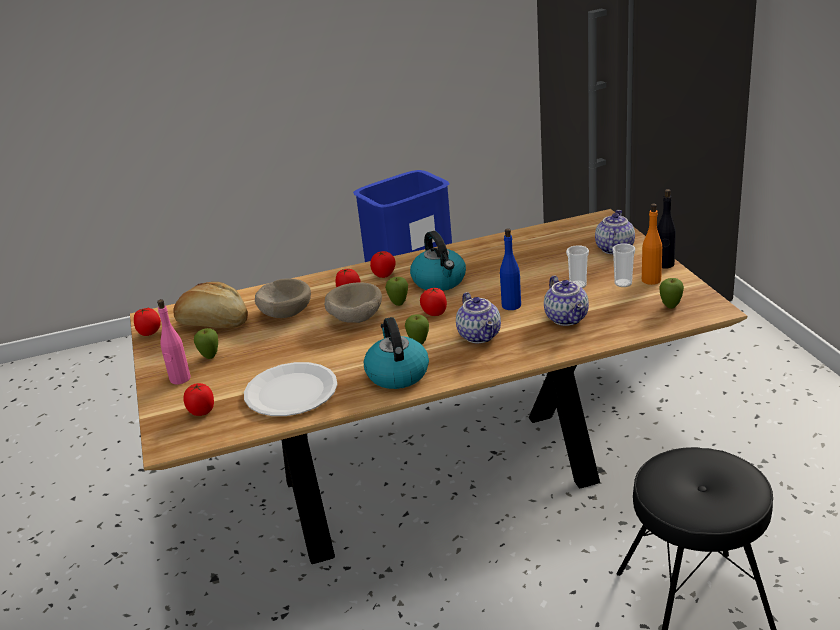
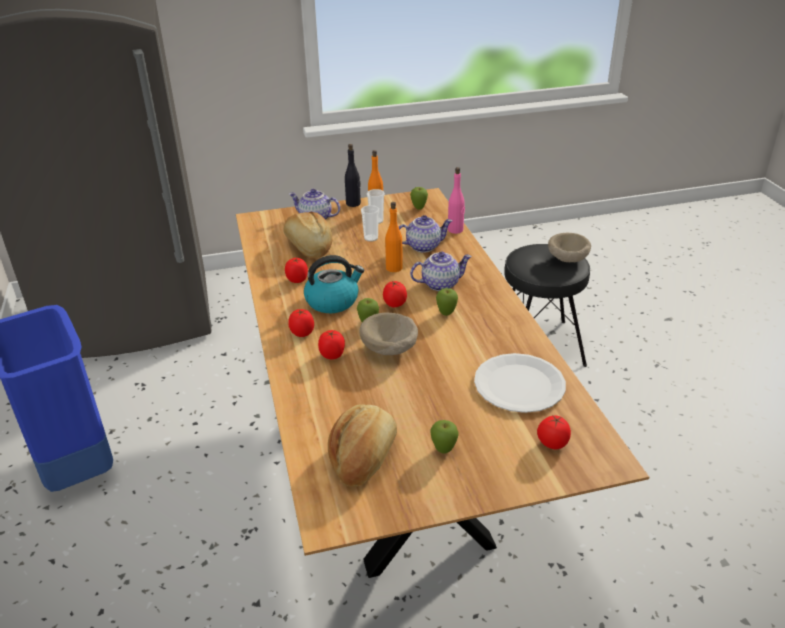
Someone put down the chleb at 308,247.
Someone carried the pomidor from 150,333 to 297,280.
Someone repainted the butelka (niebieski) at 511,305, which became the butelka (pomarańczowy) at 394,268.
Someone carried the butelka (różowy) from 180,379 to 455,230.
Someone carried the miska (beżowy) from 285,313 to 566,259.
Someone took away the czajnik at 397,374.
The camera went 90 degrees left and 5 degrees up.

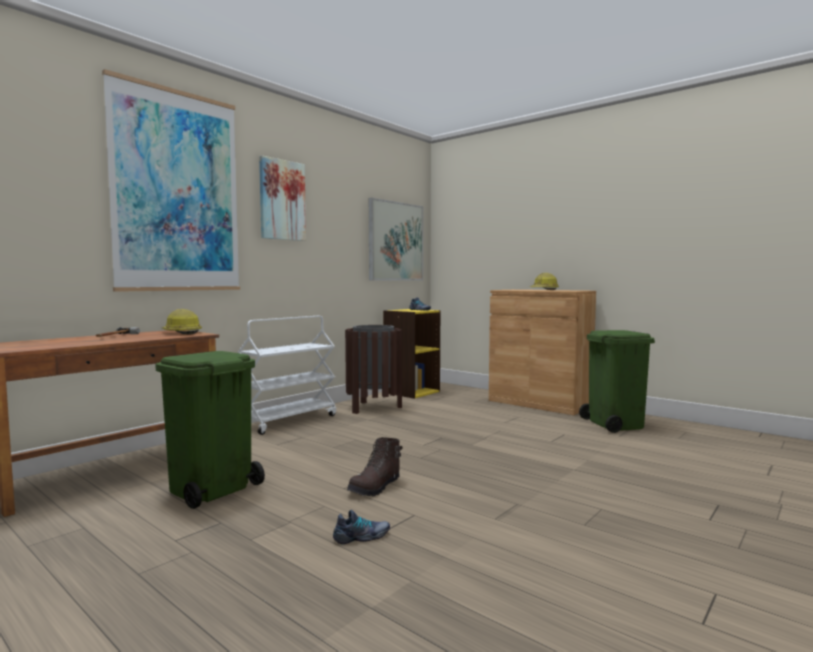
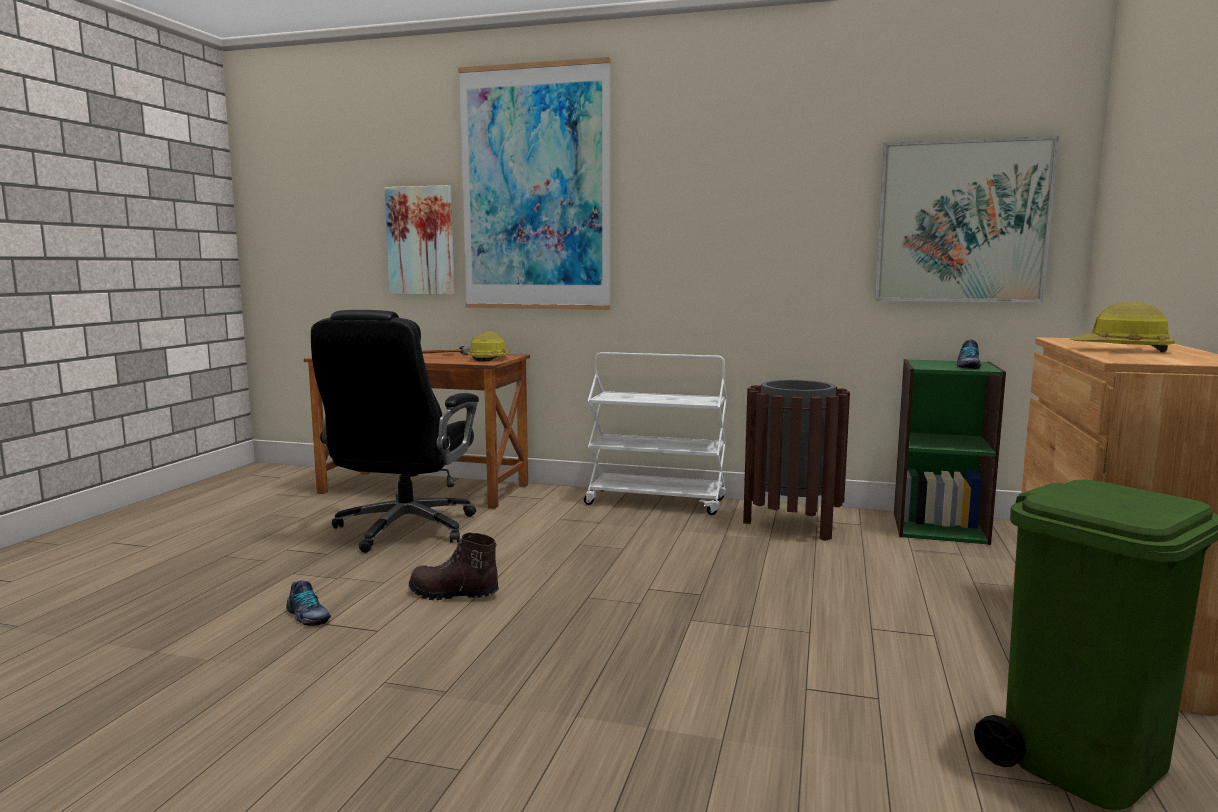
Someone swapped the kosz na śmieci (zielony) at 210,489 for the krzesło biurowe (czarny) at 404,529.
Someone carried the obraz from 282,200 to 421,241.
Someone repainted the regał (żółty) at 411,392, which became the regał (zielony) at 939,527.
The camera went 65 degrees right and 5 degrees up.

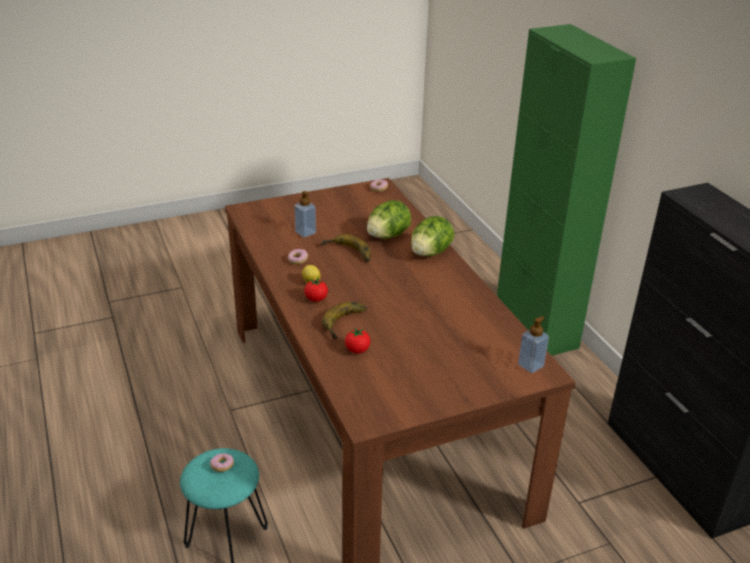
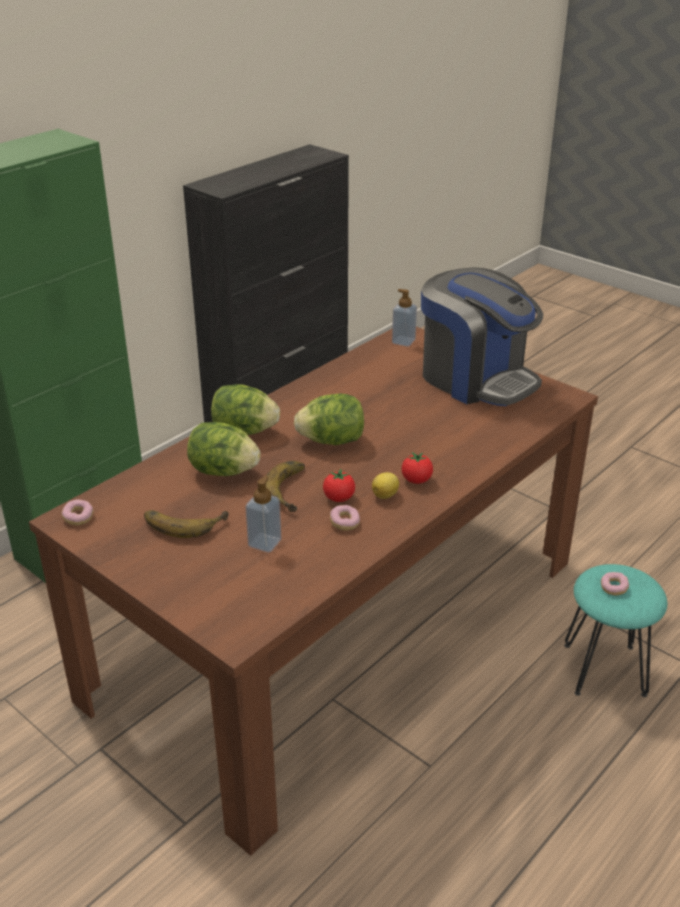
Someone carried the banan from 347,323 to 184,521.
Someone put down the sałata at 332,441.
Someone carried the pomidor from 357,350 to 339,498.
Someone put down the ekspres do kawy at 476,379.
The camera went 115 degrees left and 0 degrees up.

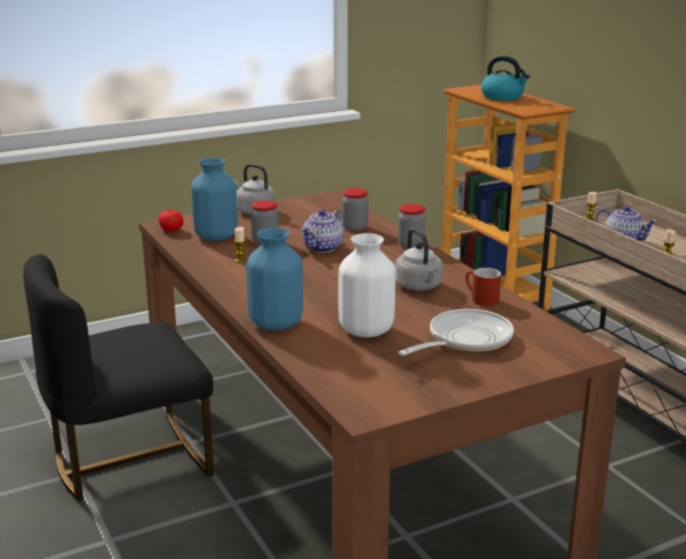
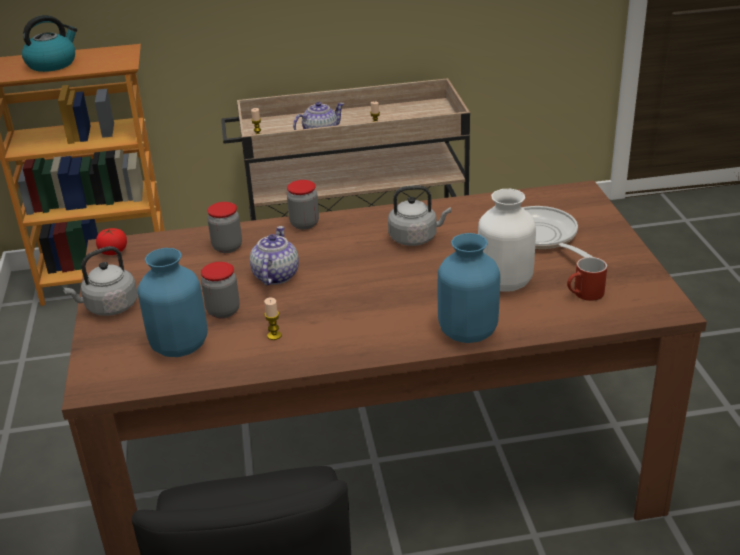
Someone carried the pomidor from 171,230 to 113,252.
Someone rotated the imbryk at 323,248 by 135 degrees counterclockwise.
Someone carried the kubek (czerwony) from 480,299 to 584,295.
The camera went 70 degrees left and 10 degrees up.

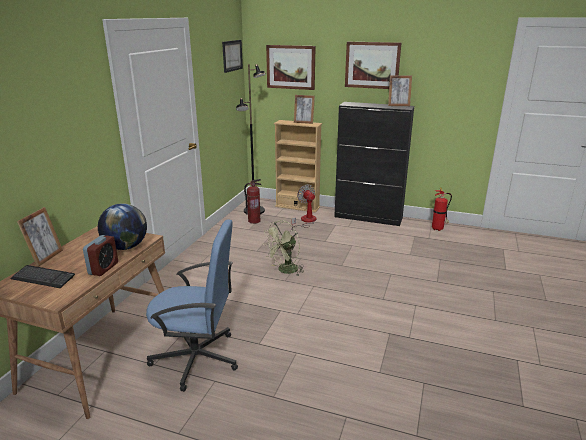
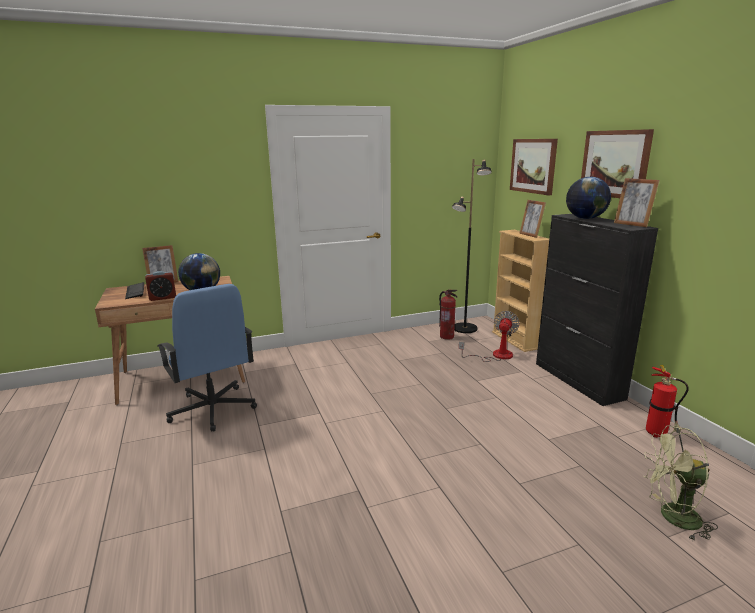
Someone put down the globus at 585,218.
Someone carried the wentylator (zielony) from 285,271 to 672,517.
Someone took away the obraz at 232,55.
The camera went 50 degrees right and 5 degrees down.

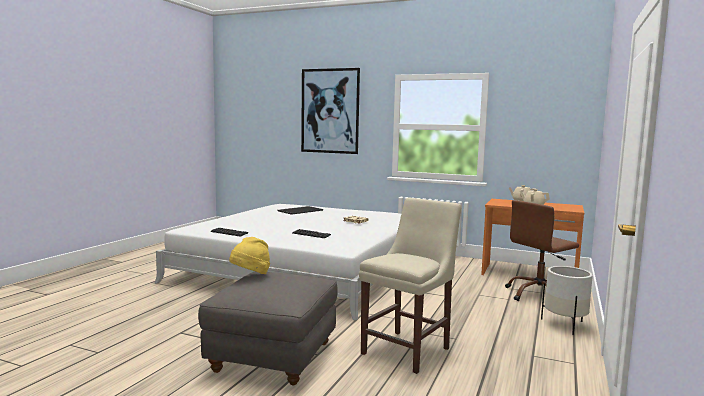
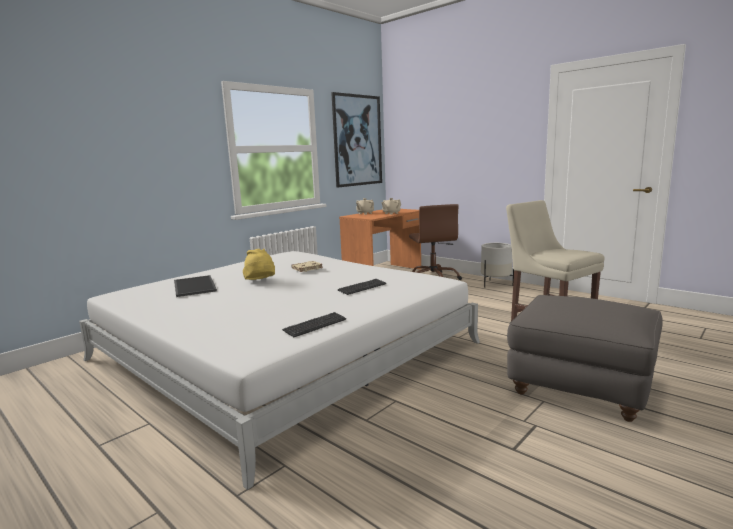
Someone carried the kapelusz (żółty) from 250,275 to 260,282.
Someone carried the obraz from 330,111 to 357,140.
The camera went 70 degrees left and 5 degrees up.

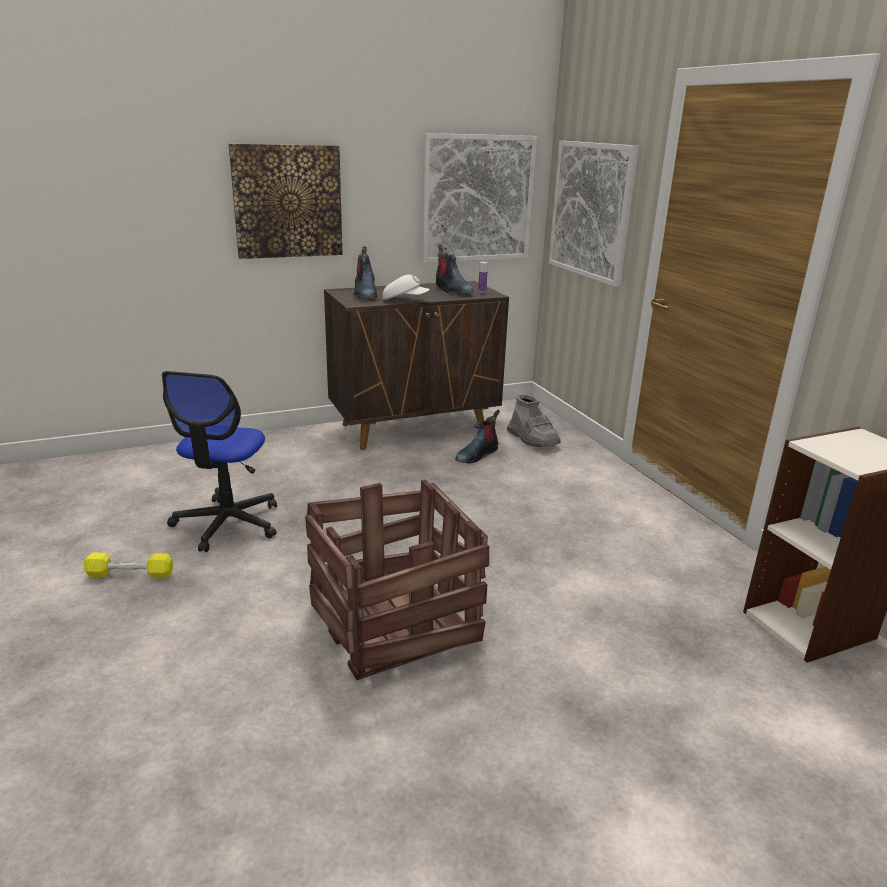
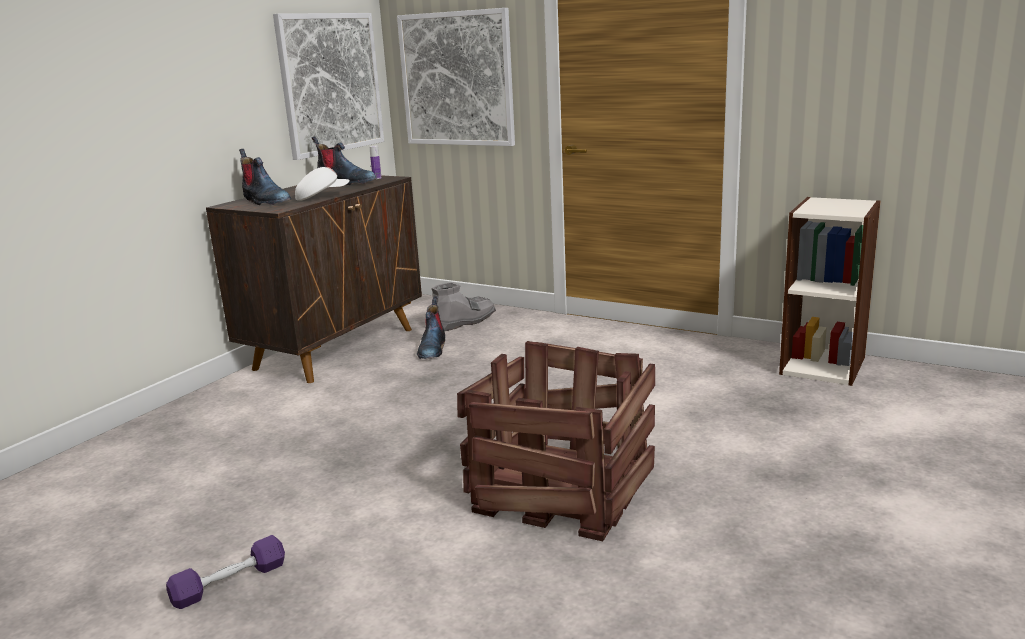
Someone repainted the hantel (żółty) at 130,574, which became the hantel (fioletowy) at 230,583.
Someone rotated the but z cholewką (szary) at 533,439 by 60 degrees counterclockwise.
Someone took away the krzesło biurowe at 227,524.
Someone took away the obraz at 287,201.
The camera went 35 degrees left and 5 degrees down.

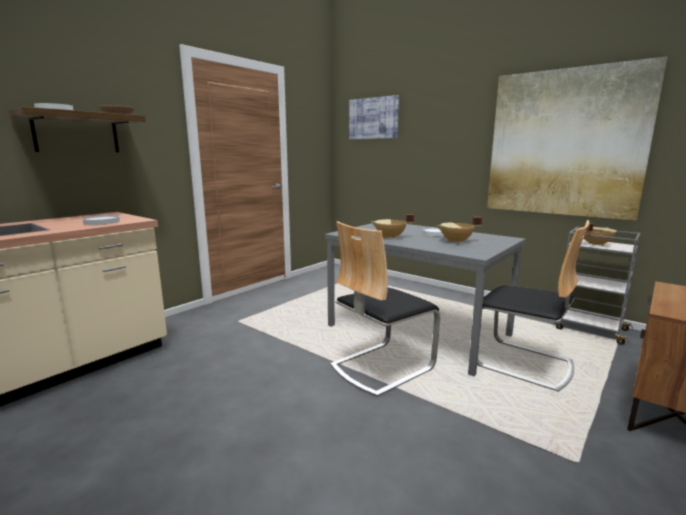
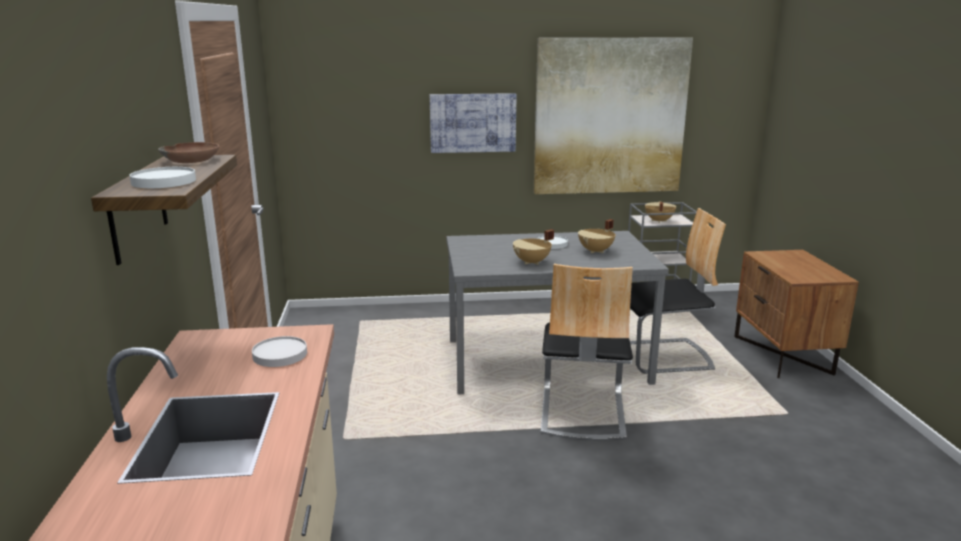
Someone carried the obraz from 373,118 to 473,123.
The camera went 45 degrees left and 5 degrees up.

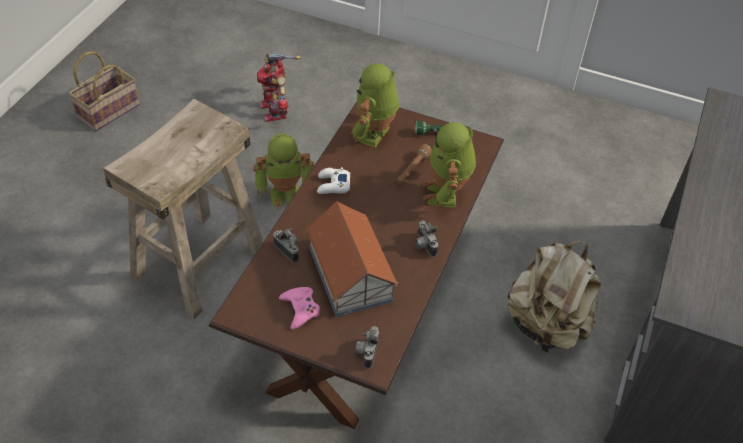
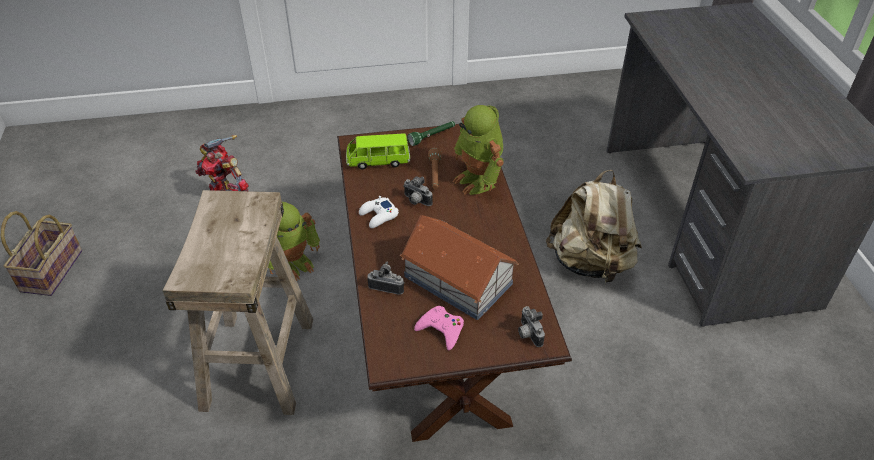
Someone swapped the robot zabawkowy at 374,135 for the samochodzik (zielony) at 378,161.
Someone carried the aparat fotograficzny from 423,245 to 416,201.
The camera went 30 degrees left and 5 degrees down.

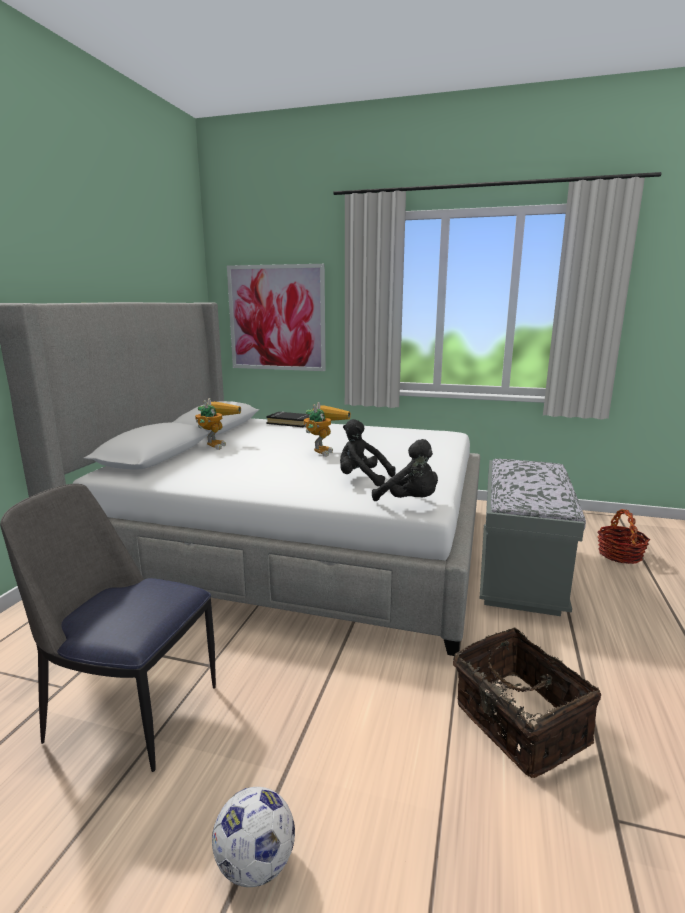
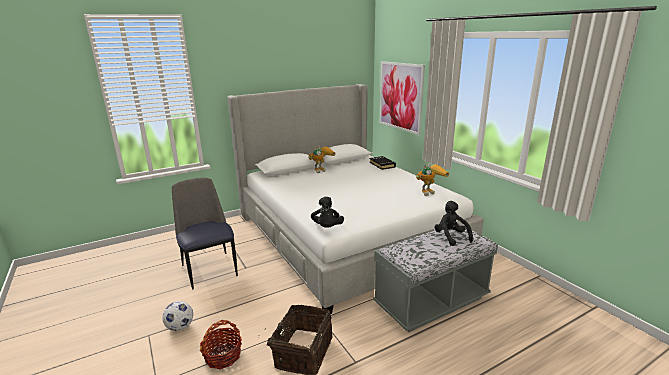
Someone carried the koszyk from 619,555 to 223,356.
Someone carried the robot zabawkowy from 322,451 to 430,191.
Someone carried the pluszak (czarny) from 362,479 to 451,237.
The camera went 45 degrees right and 5 degrees up.

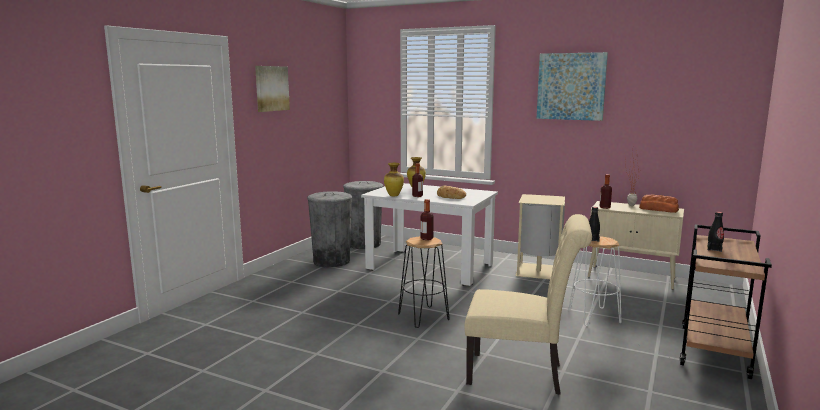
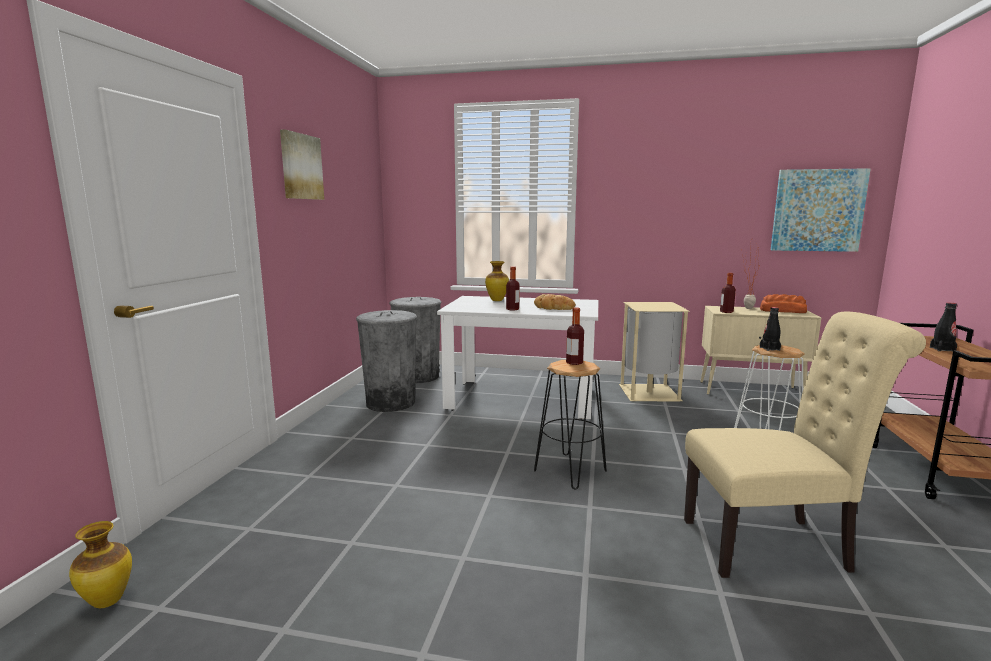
Someone carried the wazon from 393,195 to 106,602.
Someone carried the obraz from 571,86 to 817,210.
The camera went 15 degrees left and 0 degrees up.

